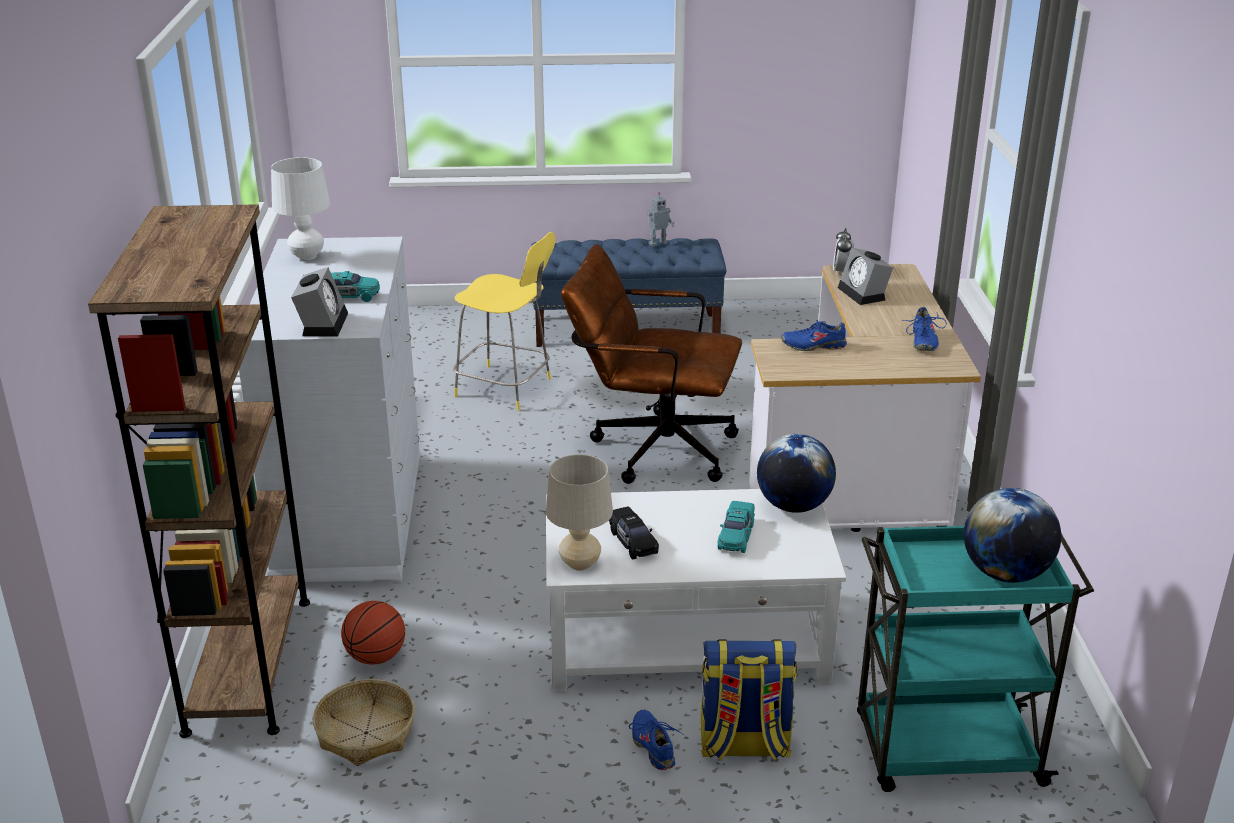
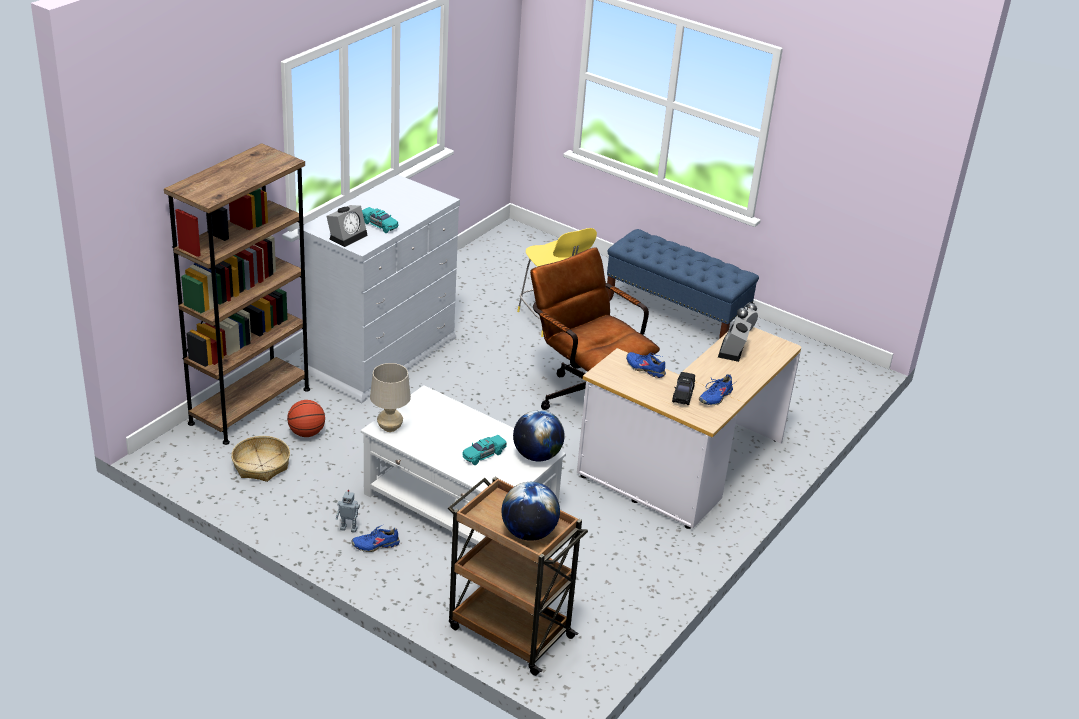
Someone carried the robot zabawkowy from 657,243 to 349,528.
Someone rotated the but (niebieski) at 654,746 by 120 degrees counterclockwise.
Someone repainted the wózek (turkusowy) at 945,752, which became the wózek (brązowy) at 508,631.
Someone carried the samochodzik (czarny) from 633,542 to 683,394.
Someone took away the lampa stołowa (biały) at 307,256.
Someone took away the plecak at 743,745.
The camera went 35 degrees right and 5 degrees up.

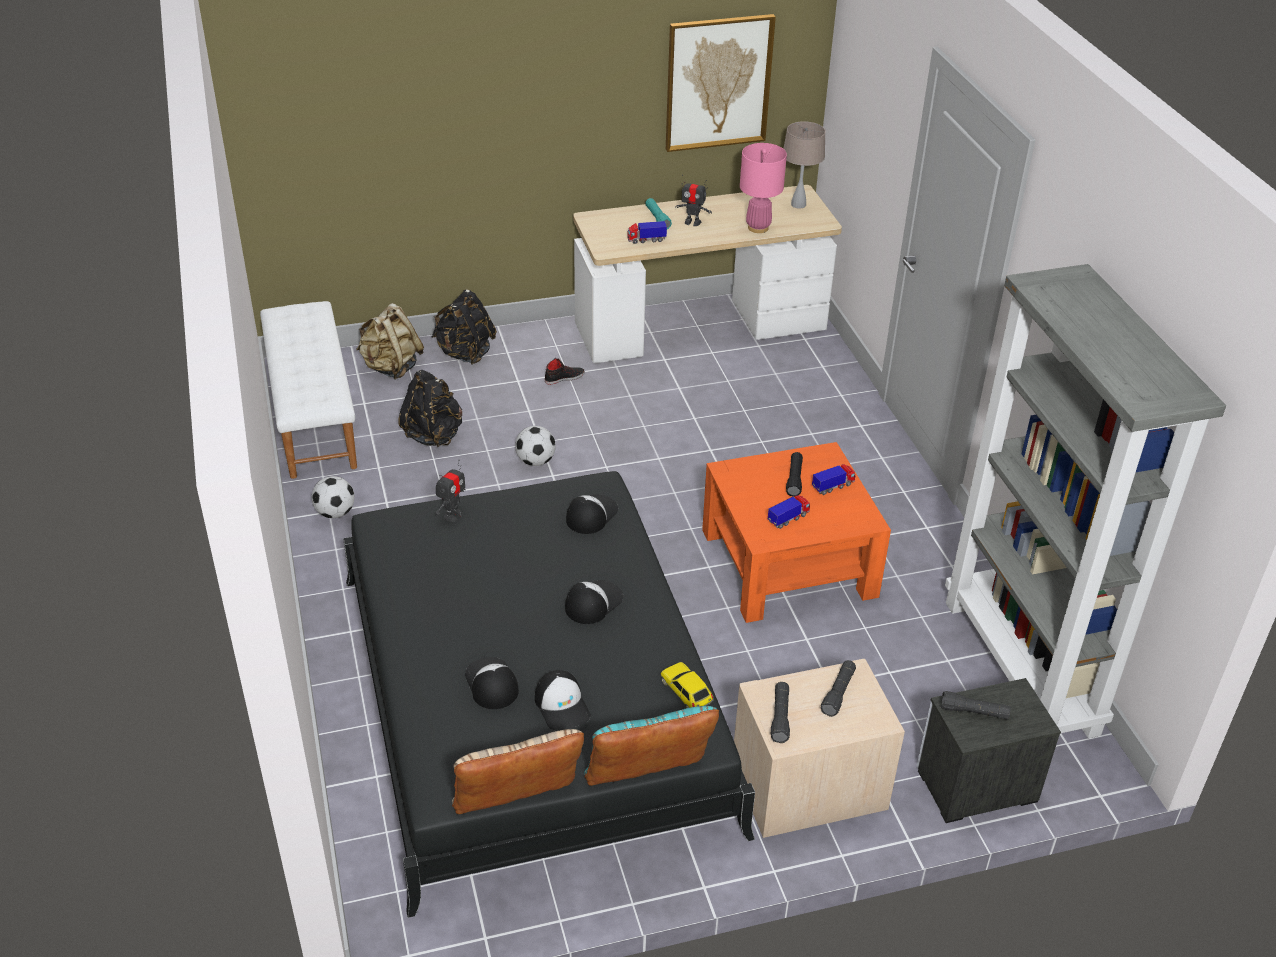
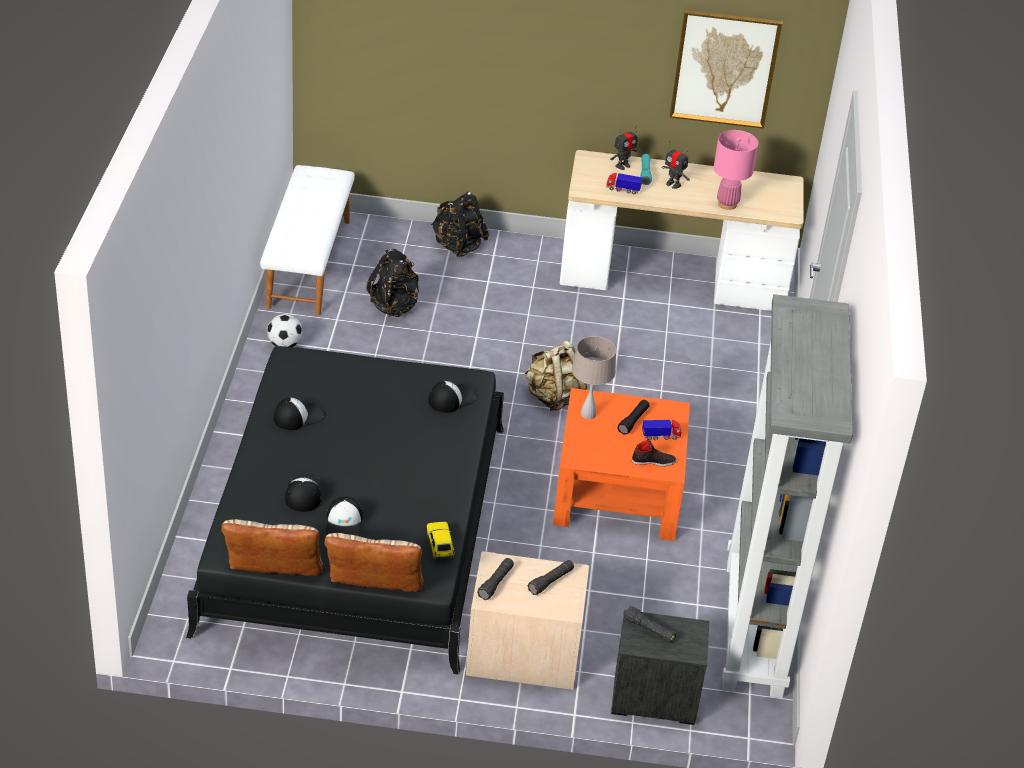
Someone carried the czapka z daszkiem from 593,602 to 298,416.
Someone repainted the poduszka (turkusowy) at 648,783, which became the poduszka (beżowy) at 373,594.
Someone carried the plecak (beżowy) from 391,367 to 553,397.
Someone carried the lampa stołowa (beżowy) from 798,204 to 587,414.
Someone carried the robot zabawkowy from 452,514 to 623,165.
Someone carried the but (czarny) from 564,377 to 653,461.
Someone took away the piłka futbolowa at 536,461.
Someone took away the ciężarówka zabawkowa at 788,519.
The camera went 20 degrees right and 0 degrees up.

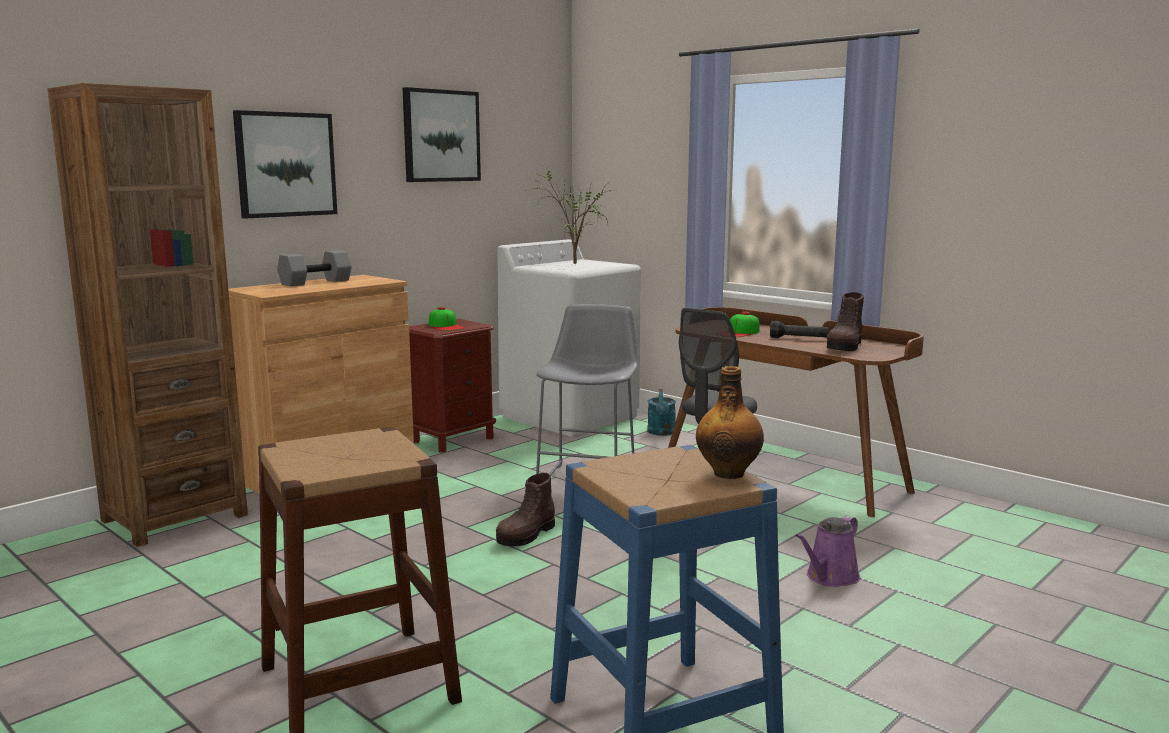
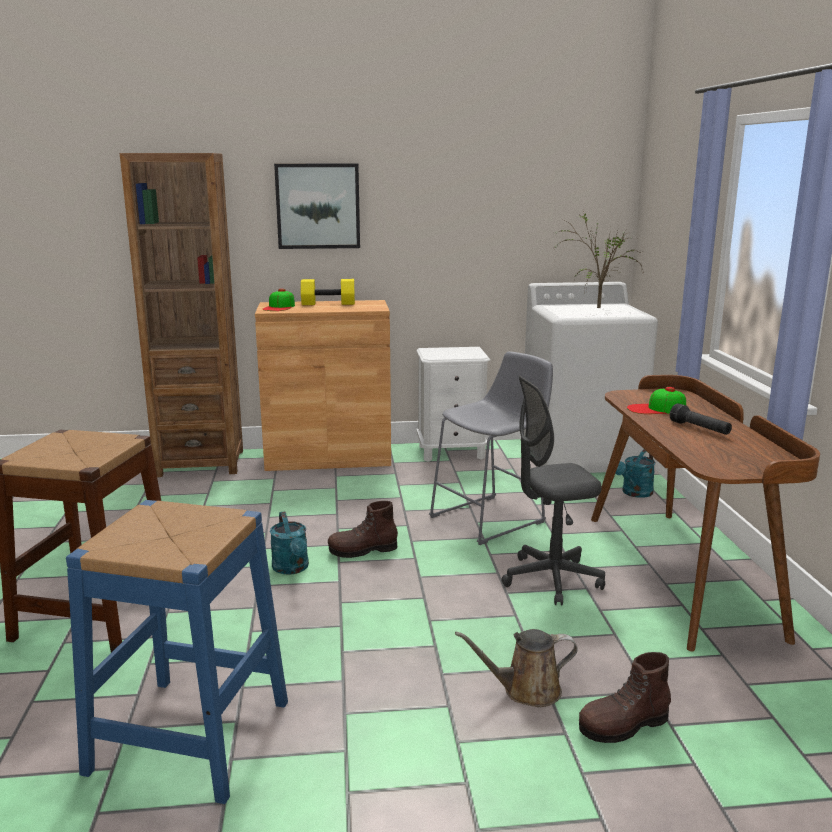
Someone carried the czapka z daszkiem from 445,326 to 279,307.
Someone put down the konewka (turkusowy) at 292,569.
Someone repainted the hantel (szary) at 315,282, which became the hantel (żółty) at 329,303.
Someone repainted the szafka nocna (brązowy) at 452,440, which became the szafka nocna (biały) at 451,452.
Someone repainted the konewka (fioletowy) at 830,577, which became the konewka (brązowy) at 526,690.
Someone carried the but z cholewką (brązowy) from 845,347 to 623,725.
Someone took away the obraz at 441,136.
Someone took away the butelka at 729,473.
The camera went 40 degrees right and 5 degrees up.

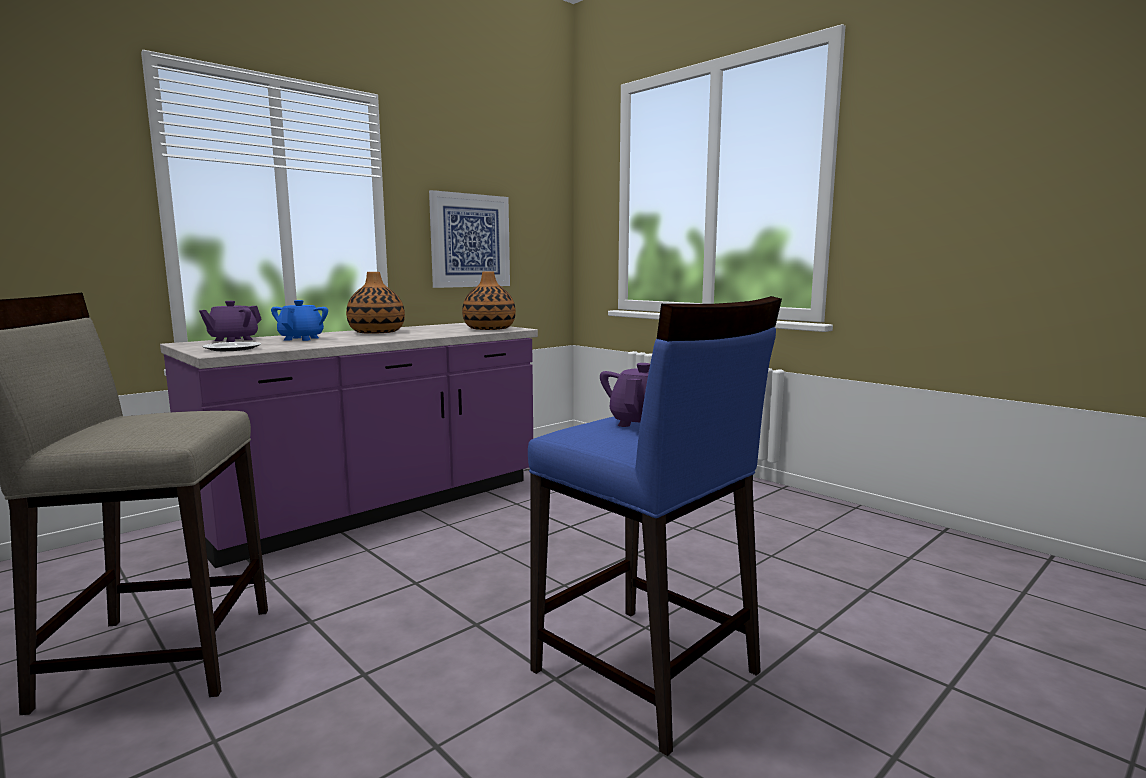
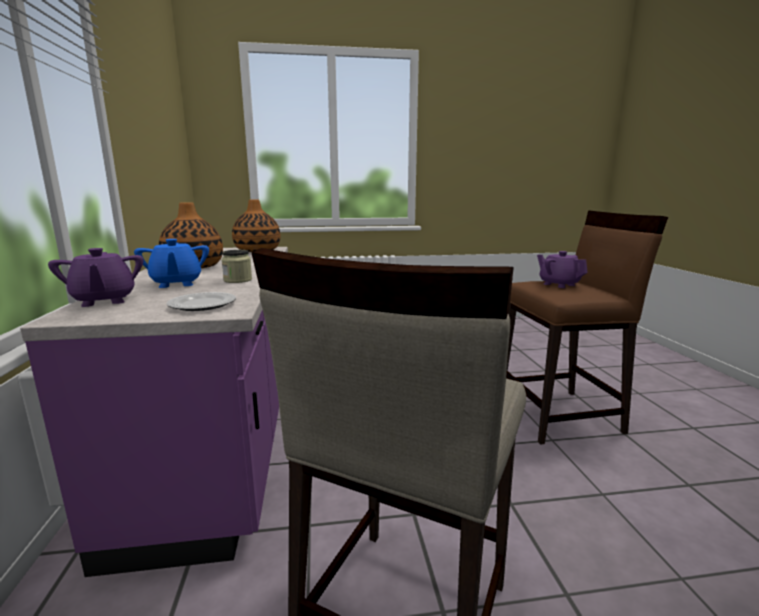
Someone rotated the imbryk (niebieski) at 302,339 by 150 degrees counterclockwise.
Someone put down the słoik at 238,280.
Someone repainted the stołek (niebieski) at 646,673, which became the stołek (brązowy) at 559,416.
Someone took away the obraz at 470,241.
The camera went 55 degrees left and 5 degrees up.

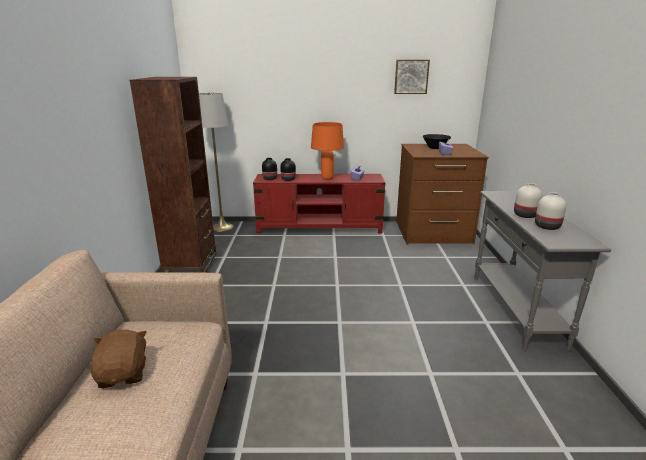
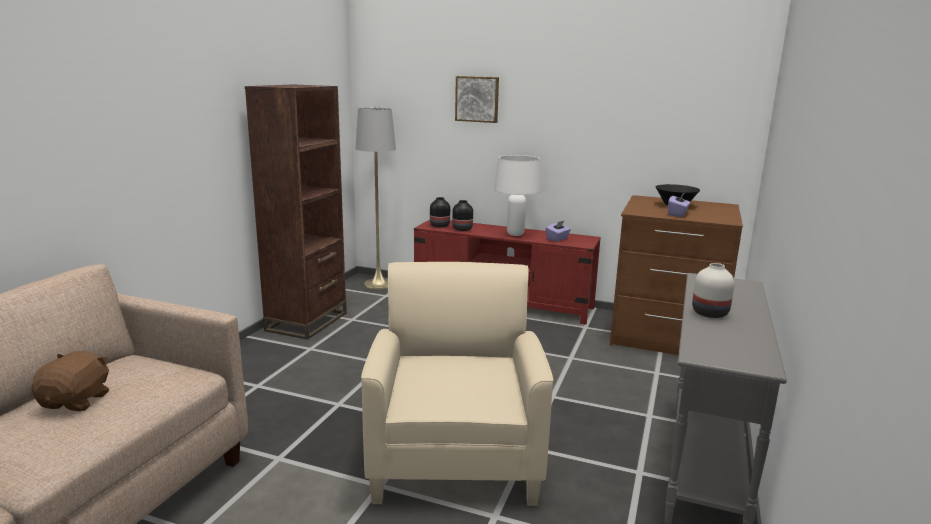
Someone put down the fotel (beżowy) at 455,456.
Someone carried the obraz from 411,76 to 477,99.
Someone repainted the lampa stołowa (pomarańczowy) at 327,178, which became the lampa stołowa (biały) at 515,234.
Someone took away the wazon (biały) at 546,226.
The camera went 20 degrees right and 5 degrees down.

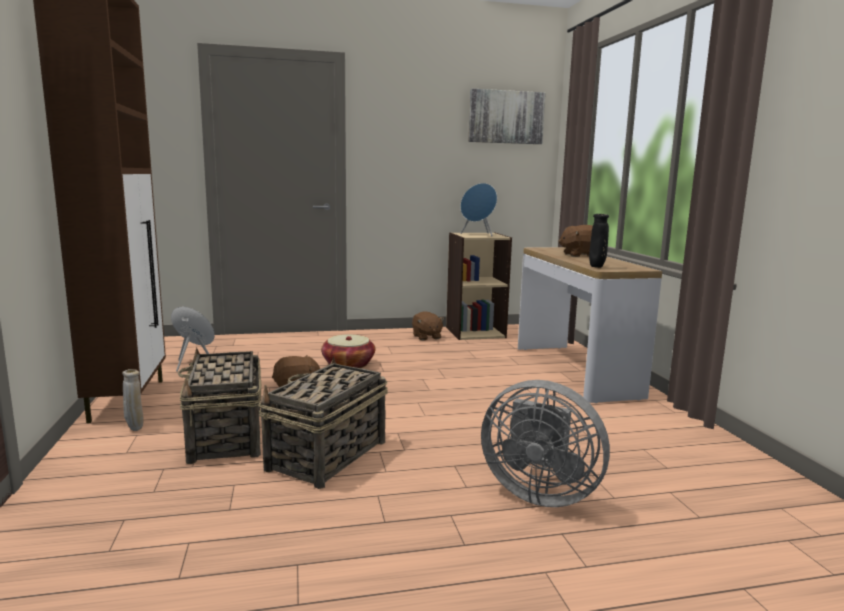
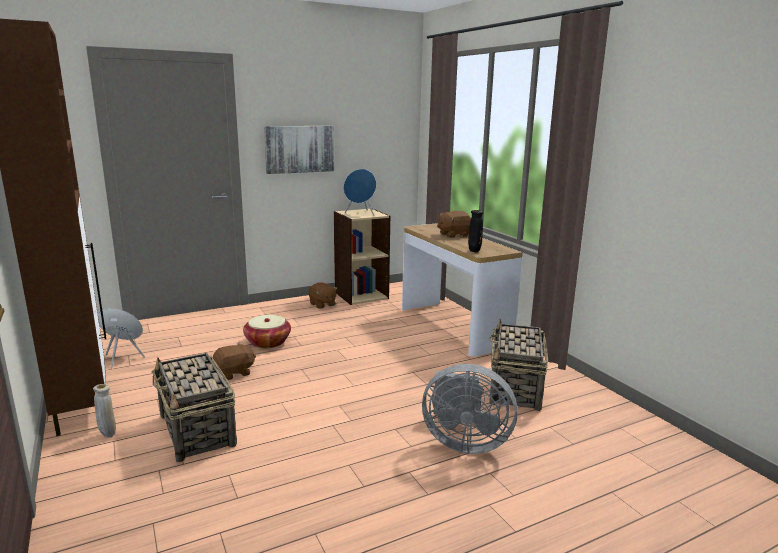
Someone carried the obraz from 506,117 to 299,149.
Someone carried the koszyk from 326,456 to 515,388.
The camera went 15 degrees left and 5 degrees up.

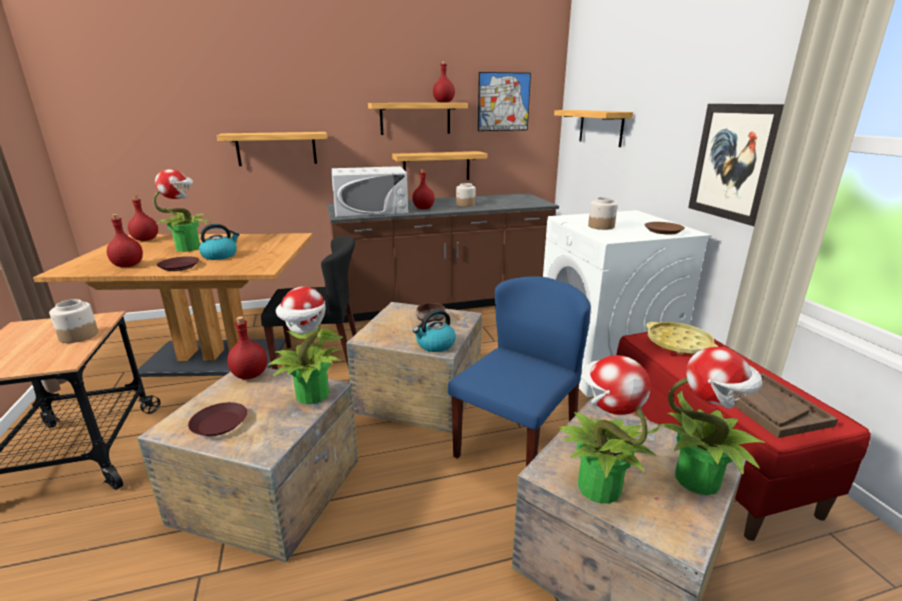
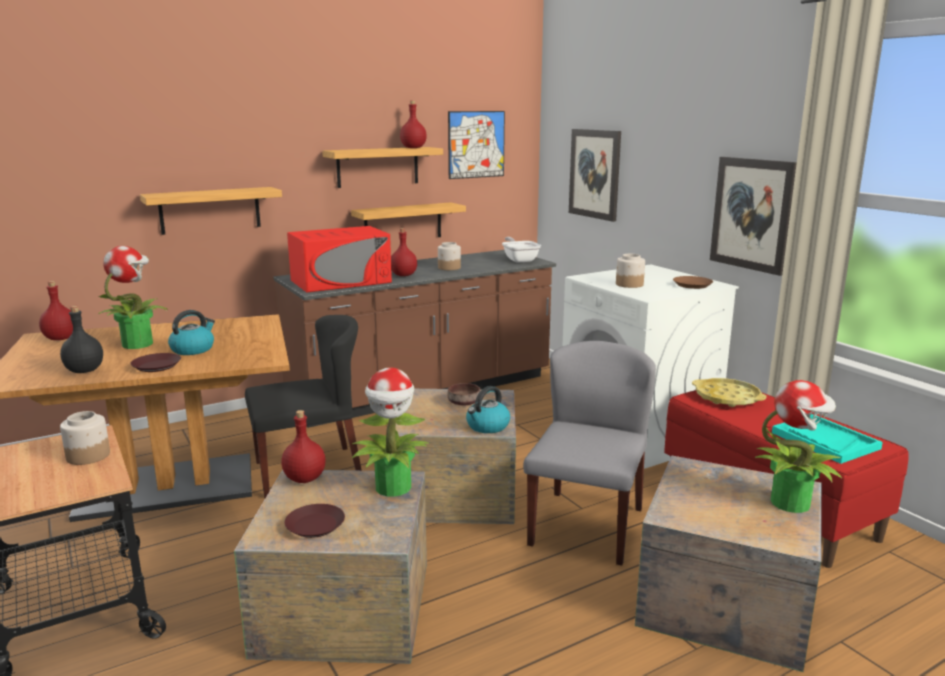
Someone repainted the butelka (czerwony) at 129,265, which became the butelka (czarny) at 85,370.
Someone repainted the mikrofalówka (biały) at 370,210, which became the mikrofalówka (czerwony) at 341,281.
Someone put down the patelnia at 519,260.
Someone repainted the krzesło (niebieski) at 516,445, which became the krzesło (szary) at 586,525.
Someone swapped the półka at 601,127 for the obraz at 595,174.
Someone repainted the taca (brązowy) at 768,406, which became the taca (turkusowy) at 824,440.
Someone took away the roślina doniczkowa at 597,486.
The camera went 15 degrees left and 5 degrees down.

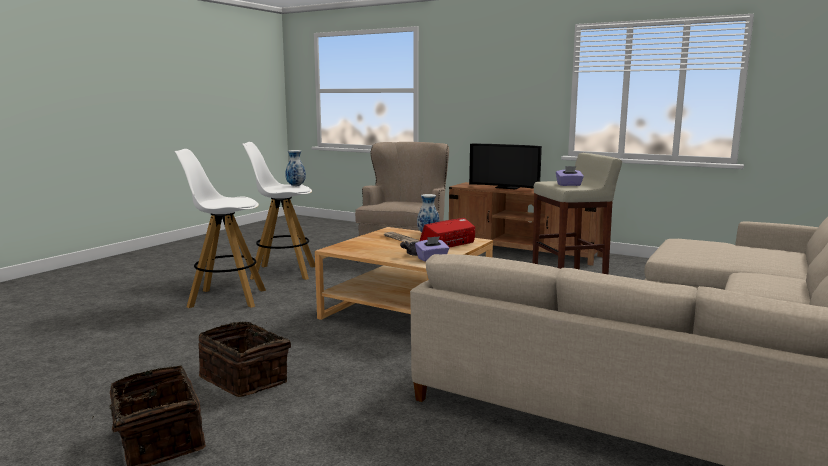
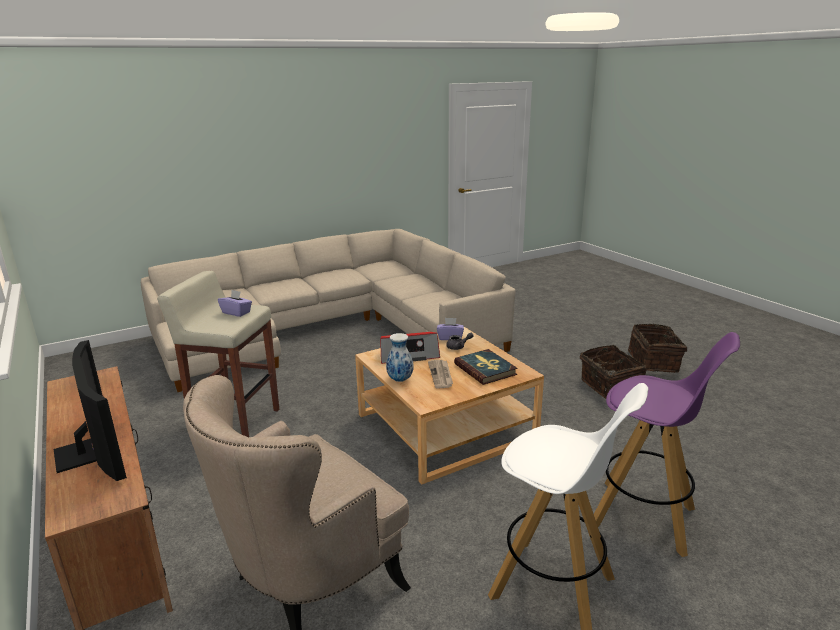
Someone put down the książka at 485,369.
Someone repainted the stołek (biały) at 226,298, which became the stołek (fioletowy) at 644,517.
Someone took away the wazon at 295,186.
The camera went 150 degrees left and 10 degrees up.

